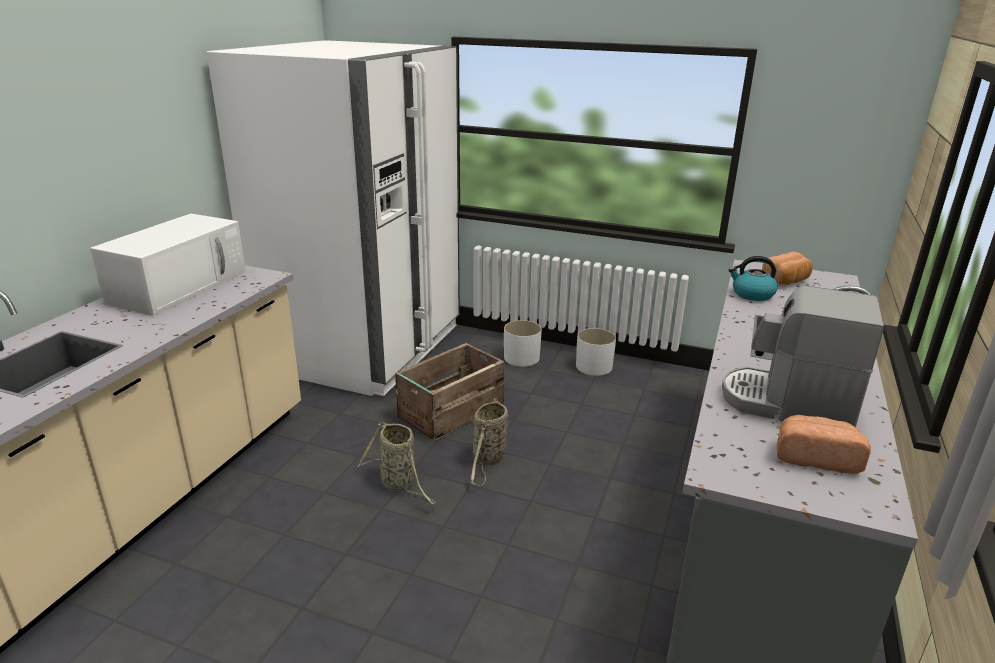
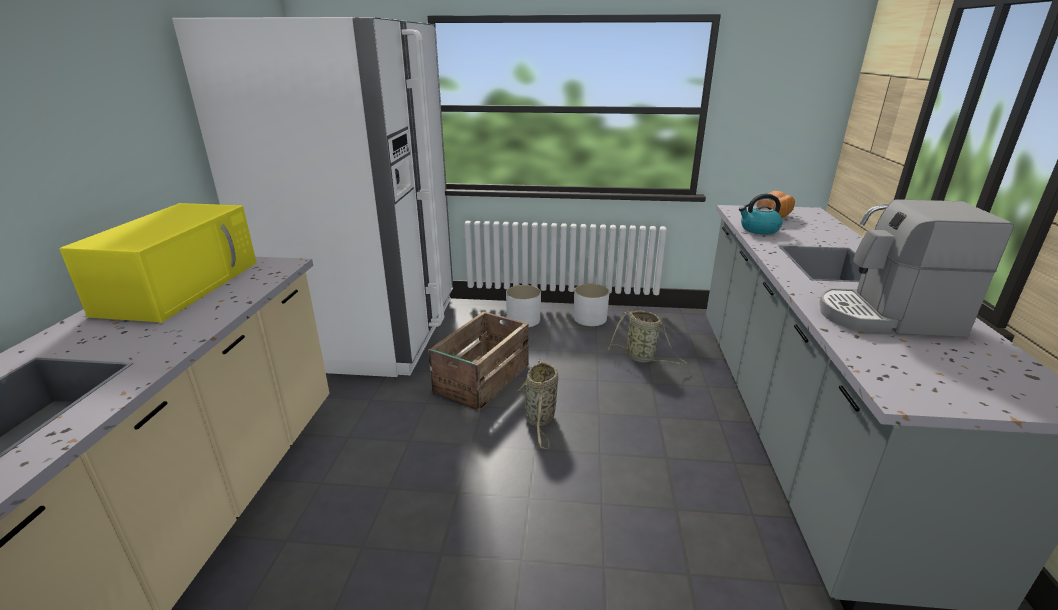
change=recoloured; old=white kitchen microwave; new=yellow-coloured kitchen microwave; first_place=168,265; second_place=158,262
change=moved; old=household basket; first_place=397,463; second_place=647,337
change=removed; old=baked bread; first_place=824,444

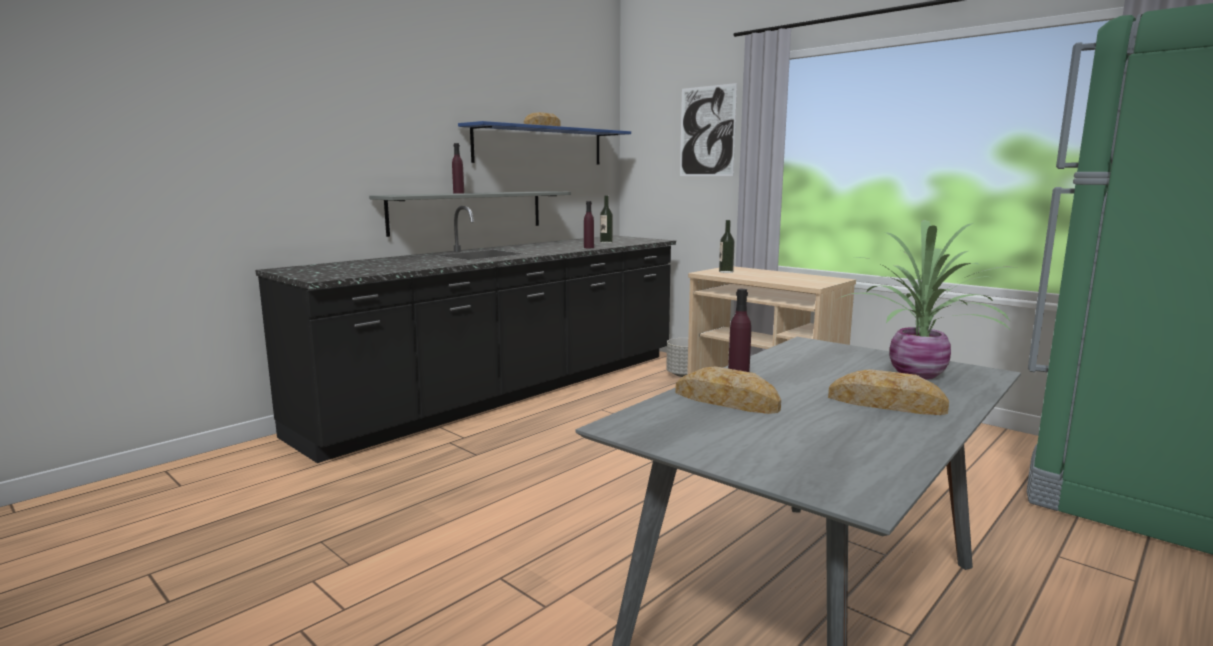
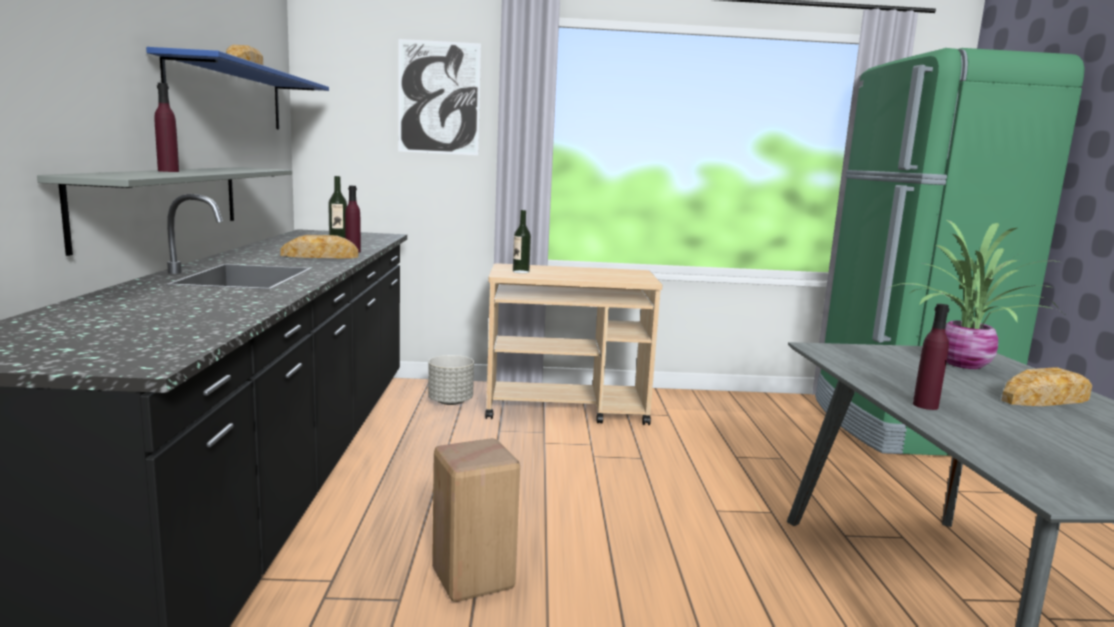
change=moved; old=baked bread; first_place=728,390; second_place=319,246
change=added; new=sand-coloured stool; second_place=476,520

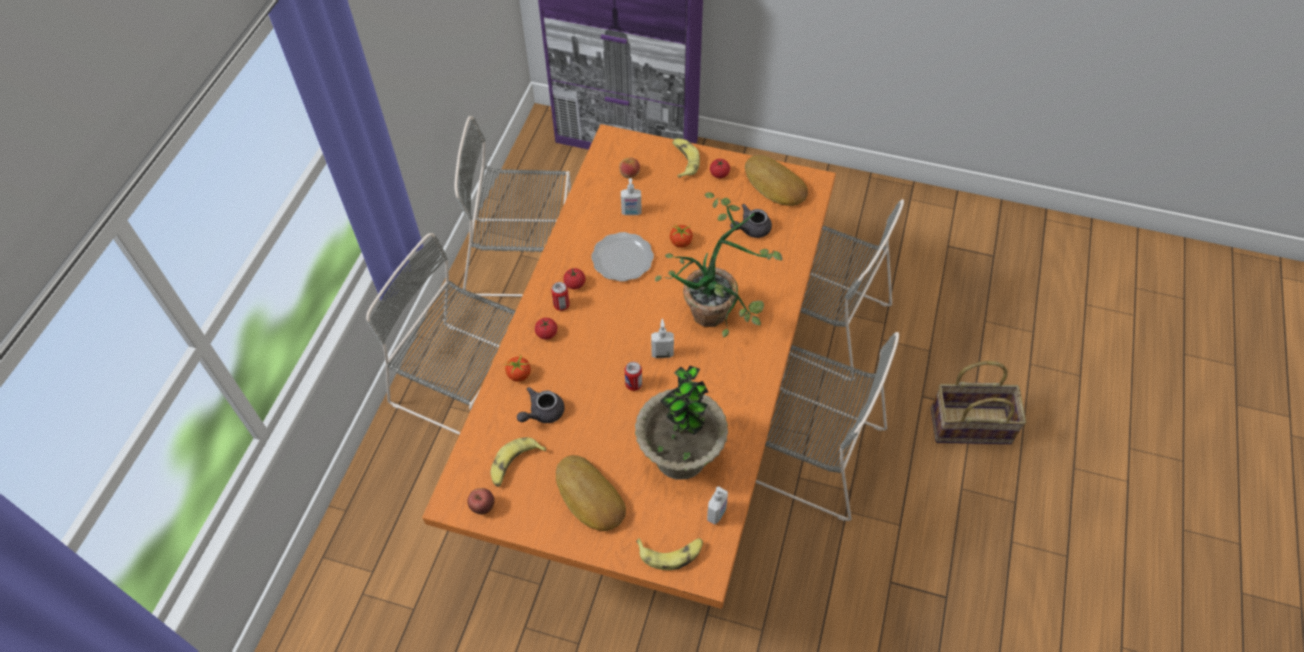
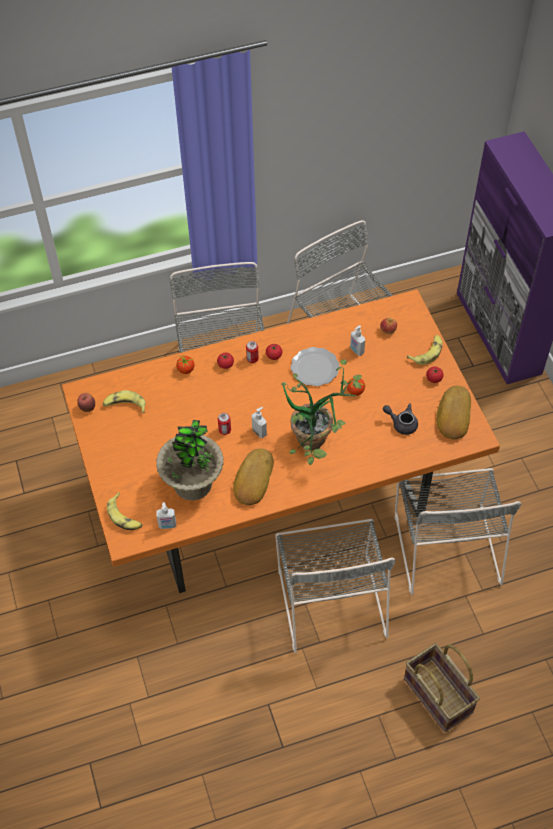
change=moved; old=baked bread; first_place=591,493; second_place=253,477
change=removed; old=grey pot for tea; first_place=541,405

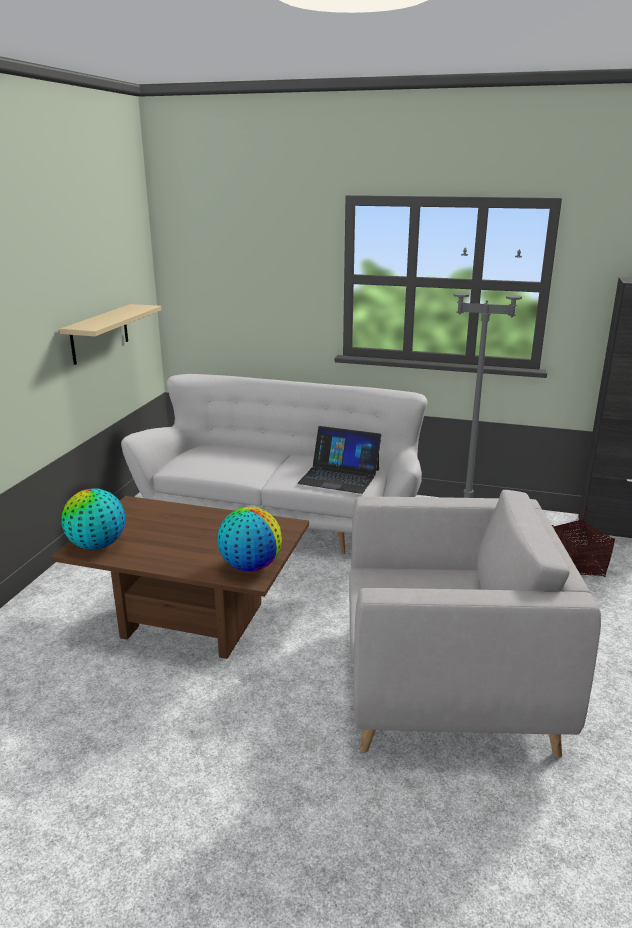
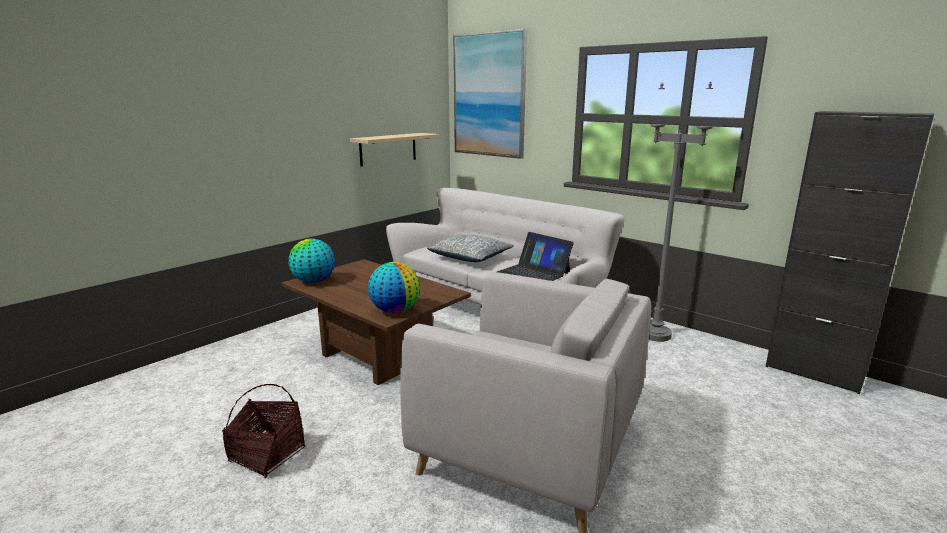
change=moved; old=household basket; first_place=583,541; second_place=263,431
change=added; new=throw pillow; second_place=470,248
change=added; new=wall picture; second_place=490,93

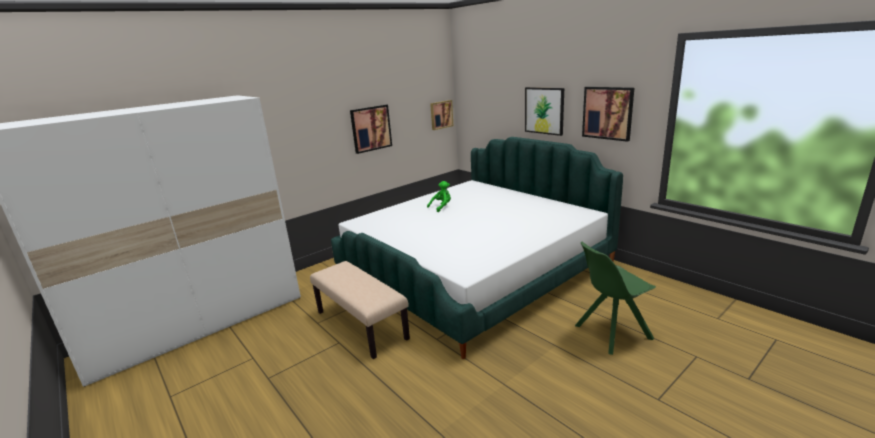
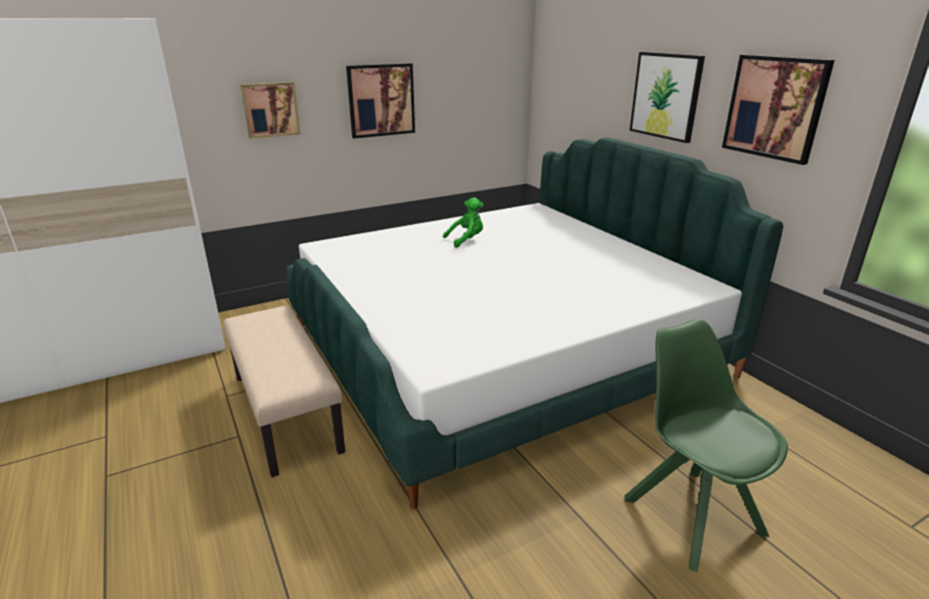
change=moved; old=wall picture; first_place=441,115; second_place=270,110
change=turned; old=green upright chair; first_place=615,298; second_place=706,445; degrees=75

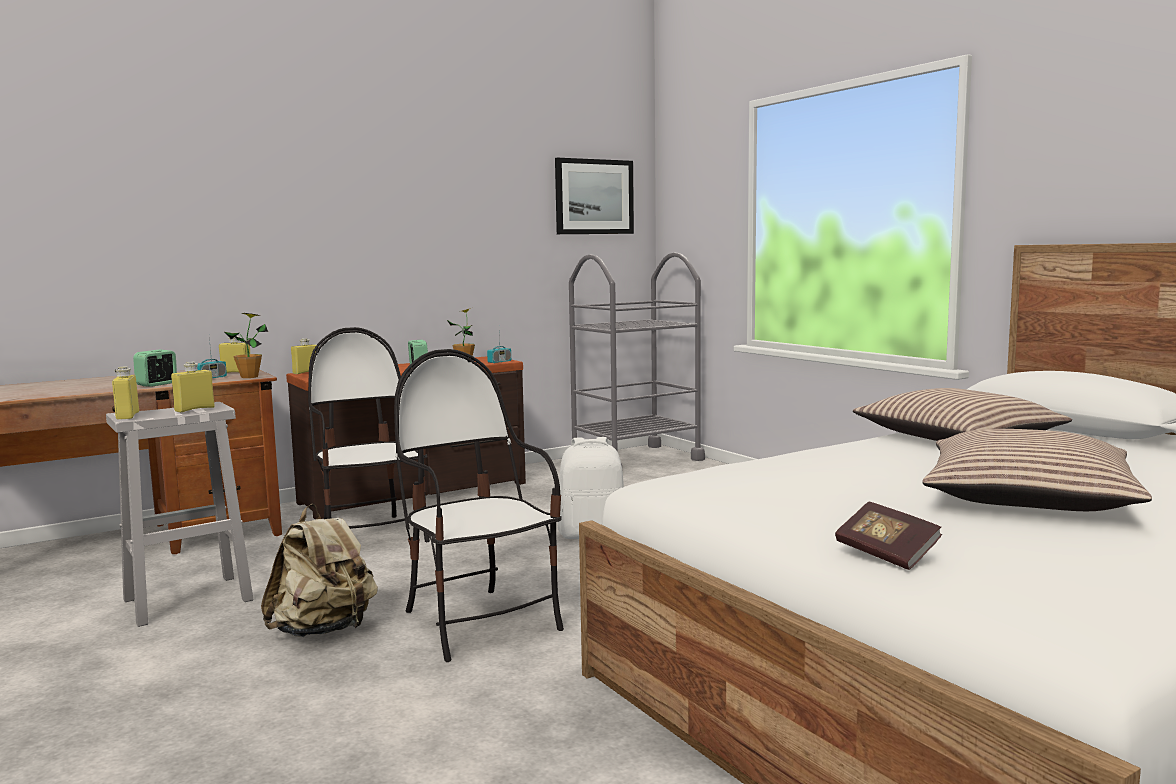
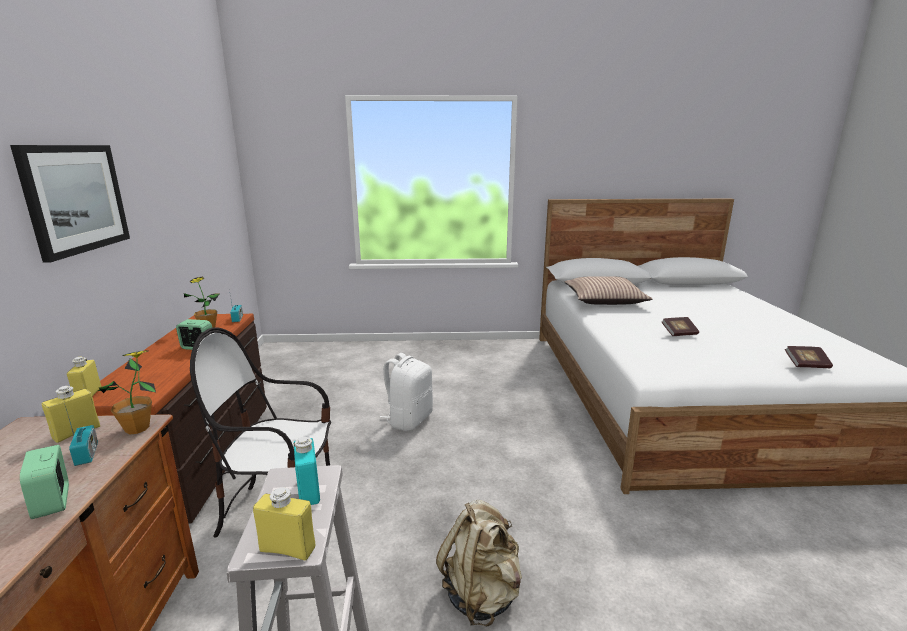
change=moved; old=wall picture; first_place=594,196; second_place=70,204
change=recoloured; old=yellow-coloured drink bottle; new=turquoise-coloured drink bottle; first_place=193,387; second_place=307,471
change=added; new=book; second_place=680,326
change=removed; old=upright chair; first_place=479,505
change=removed; old=grey trolley; first_place=637,358
change=removed; old=throw pillow; first_place=1037,470

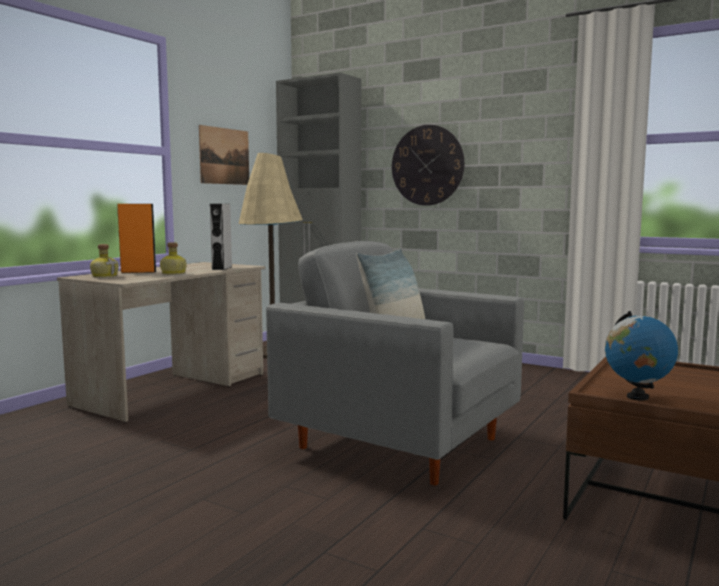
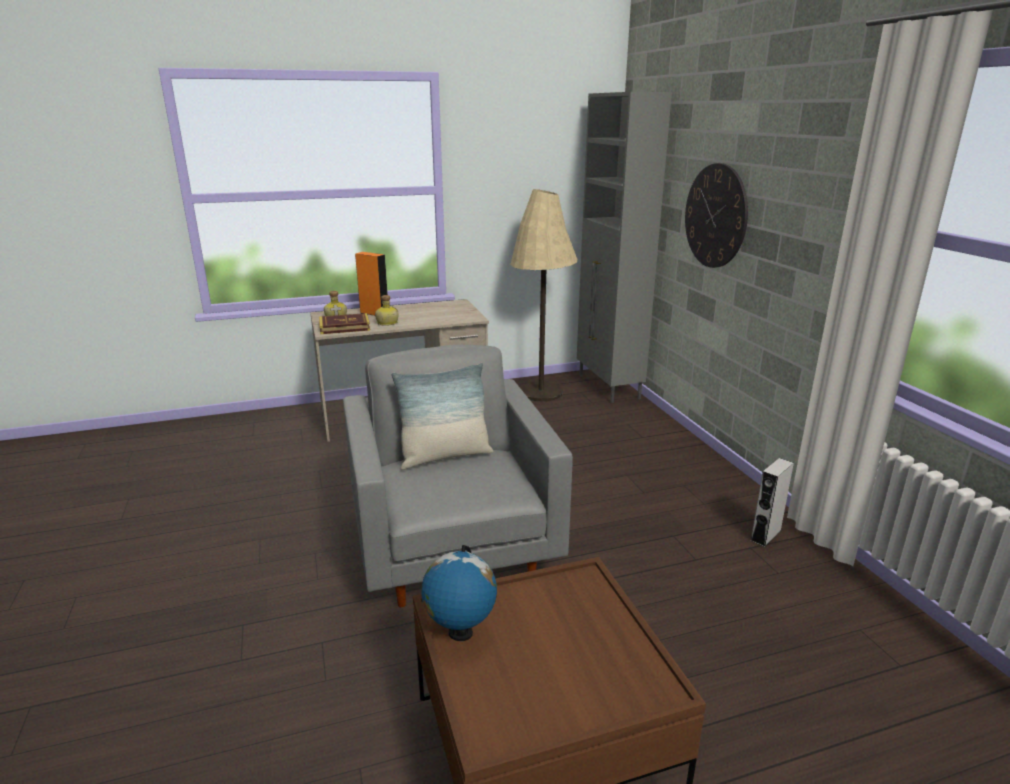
change=added; new=book; second_place=344,323
change=moved; old=grey speaker; first_place=221,237; second_place=772,502
change=removed; old=wall picture; first_place=224,155

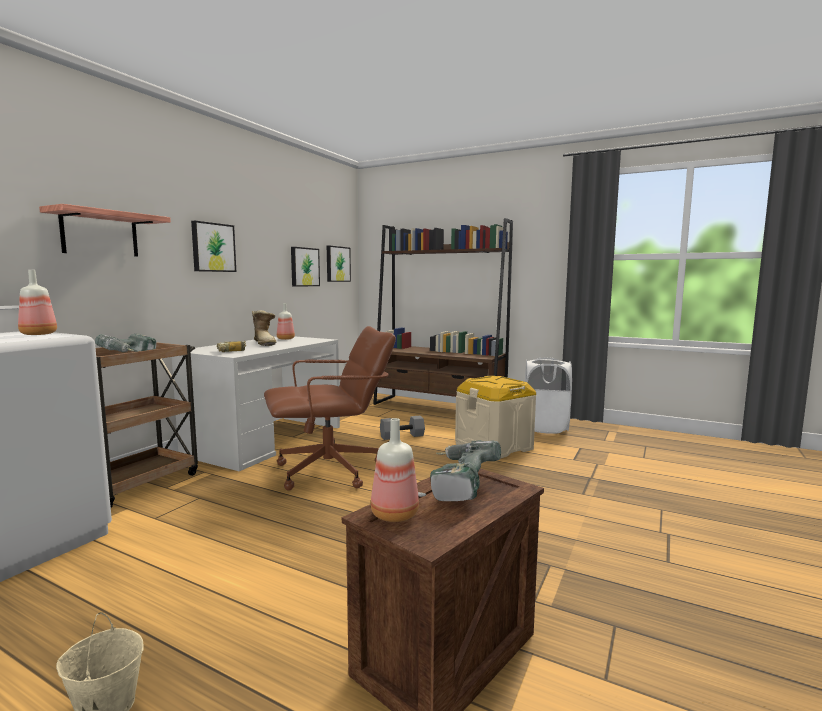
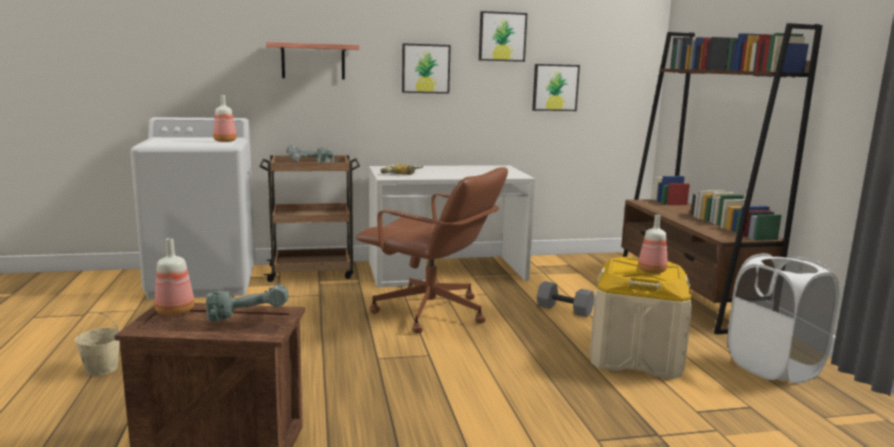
change=moved; old=wall picture; first_place=339,264; second_place=503,36
change=moved; old=drink bottle; first_place=286,321; second_place=652,244
change=removed; old=boot; first_place=264,328

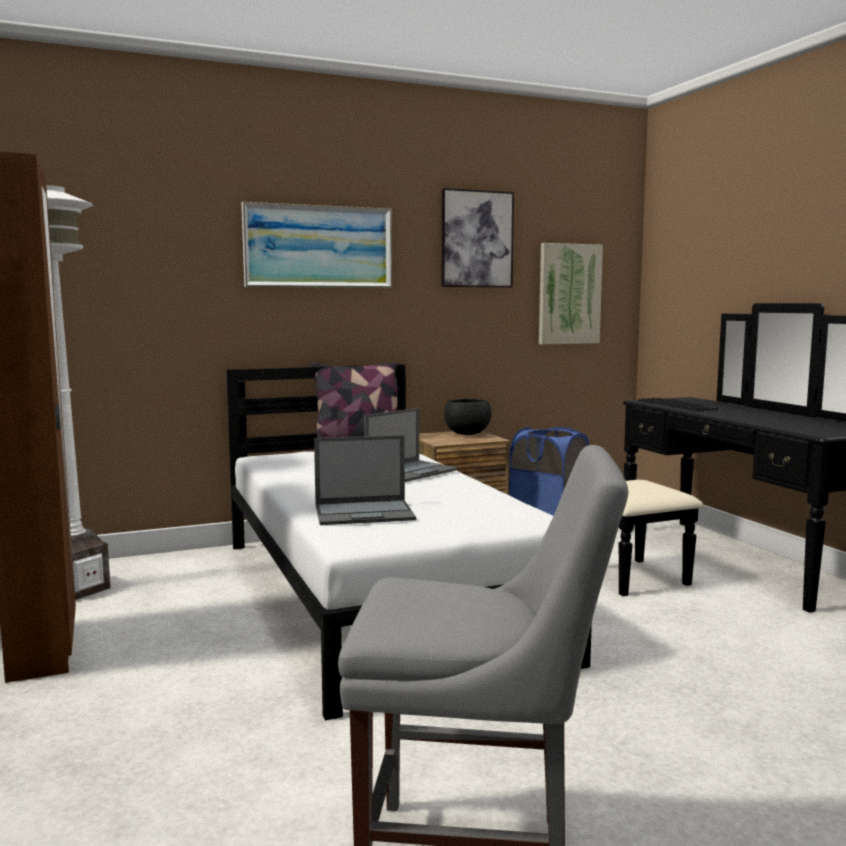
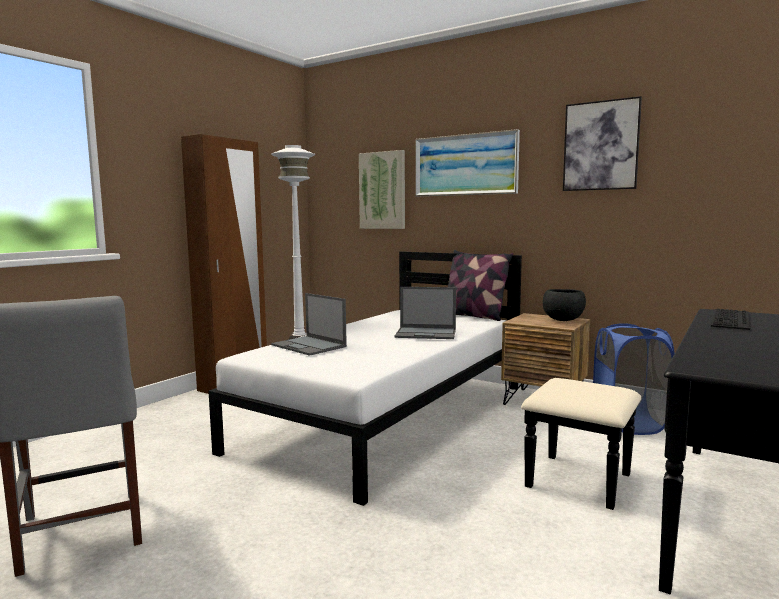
change=moved; old=wall picture; first_place=571,293; second_place=382,189

